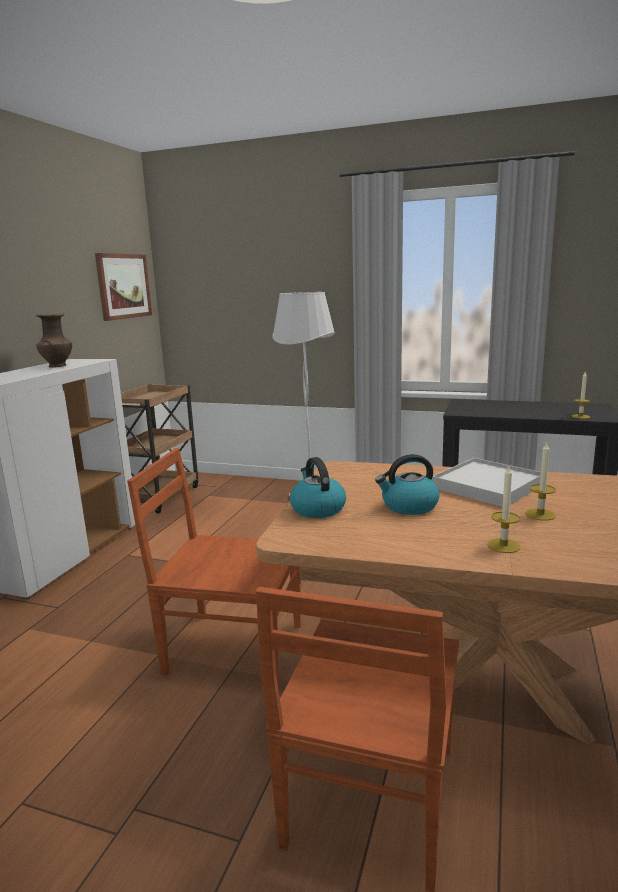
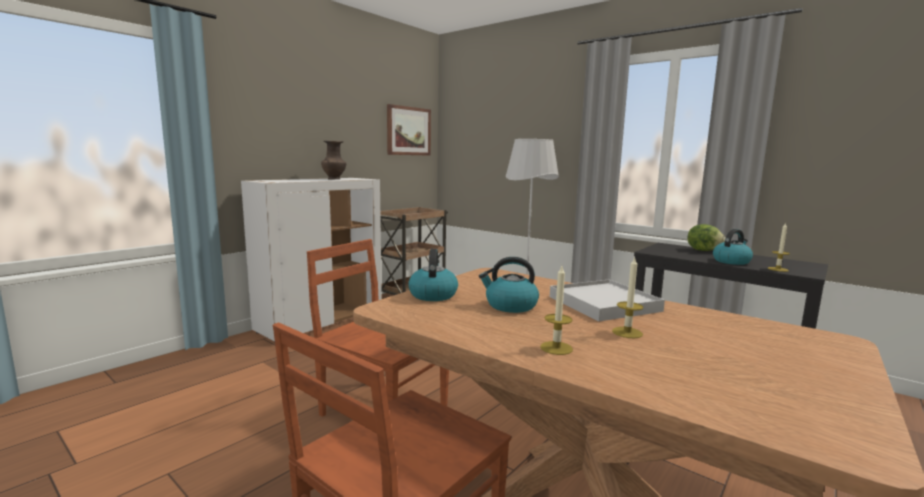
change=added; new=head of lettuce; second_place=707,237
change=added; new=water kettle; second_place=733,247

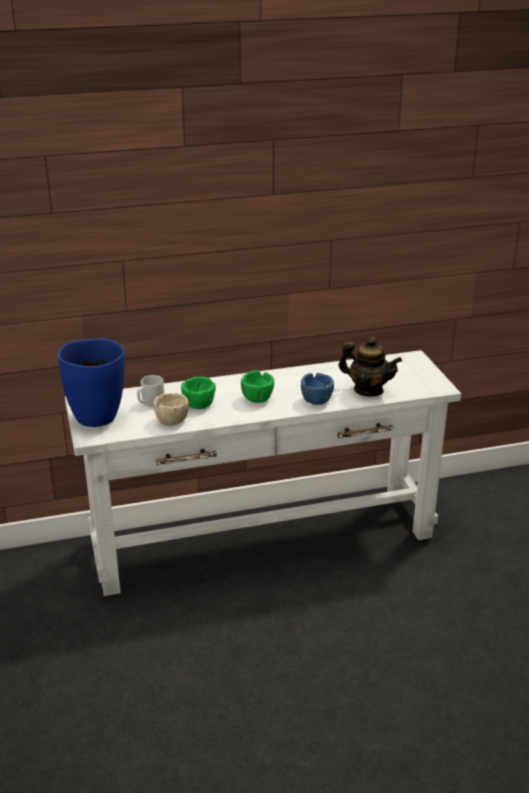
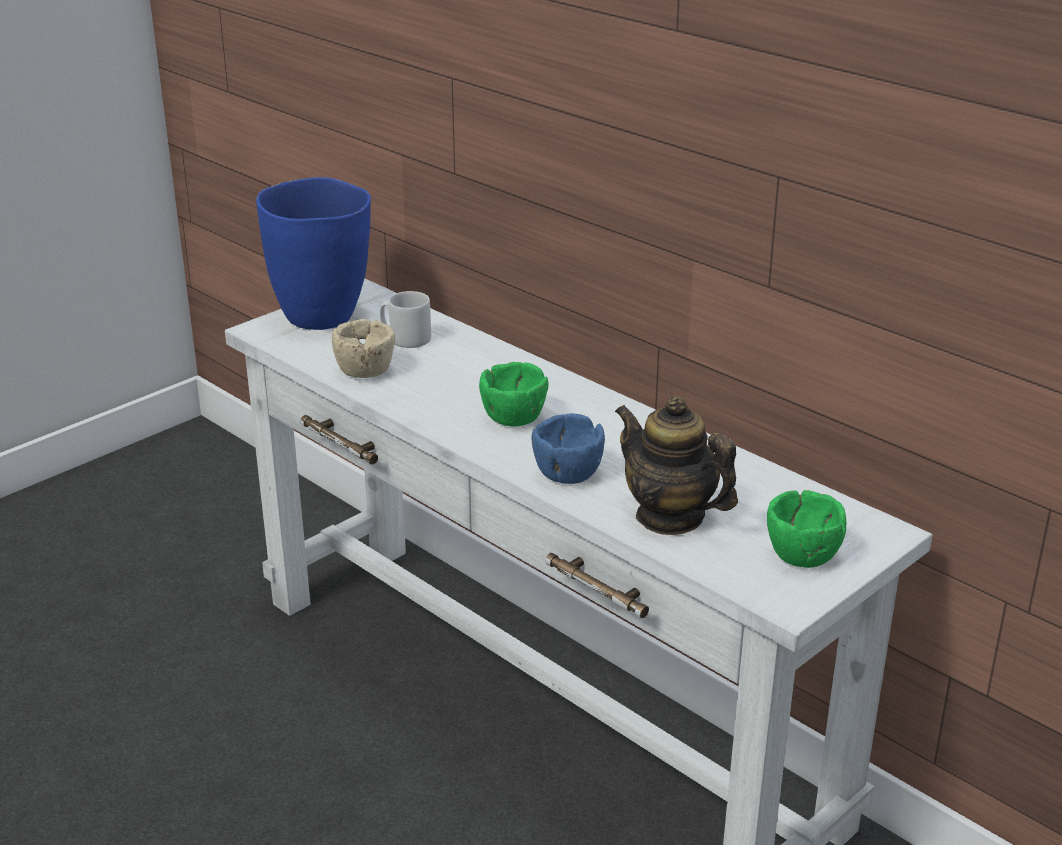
change=turned; old=pot for tea; first_place=370,367; second_place=676,465; degrees=135
change=moved; old=green deep dish; first_place=198,393; second_place=807,529

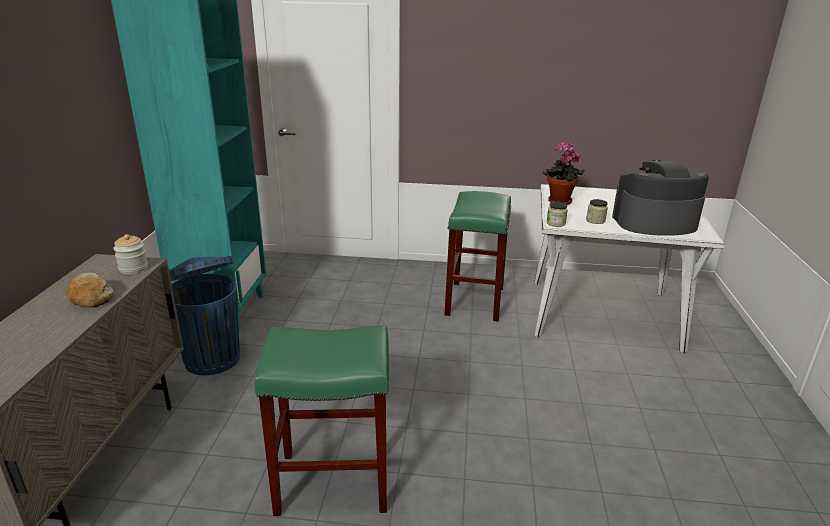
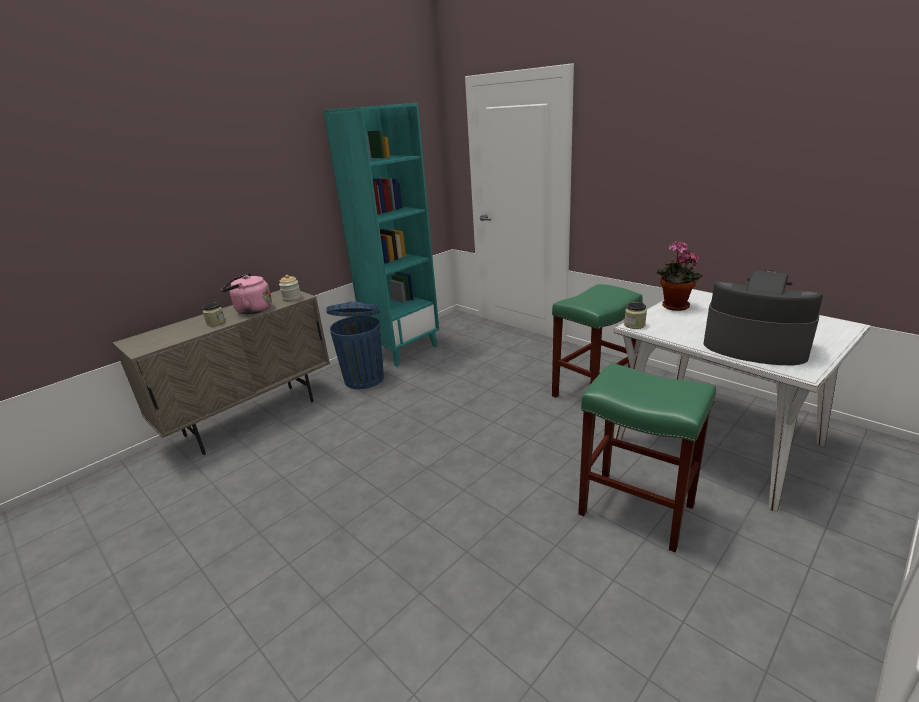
change=moved; old=preserve jar; first_place=597,211; second_place=213,314
change=replaced; old=baked bread; new=pink water kettle; first_place=90,290; second_place=246,293
change=moved; old=green stool; first_place=321,421; second_place=647,457

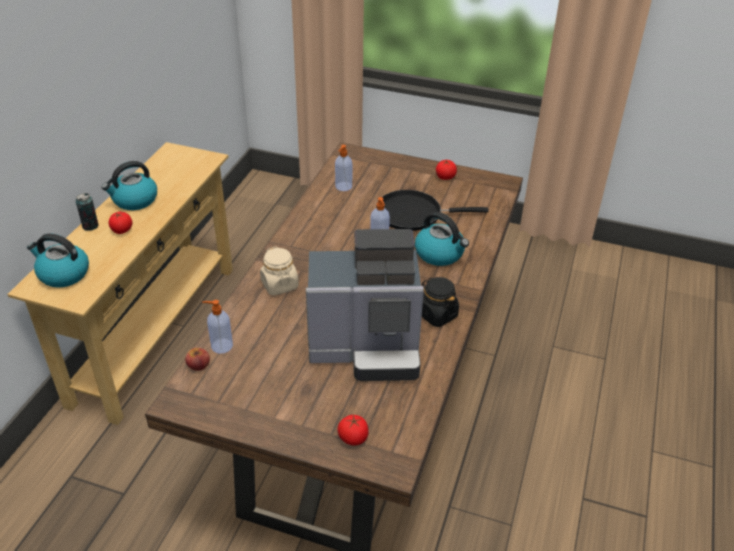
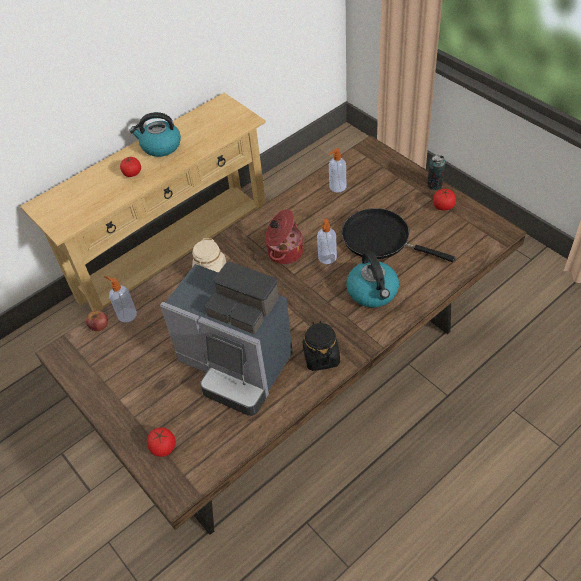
change=added; new=stockpot; second_place=285,236
change=moved; old=can; first_place=87,212; second_place=436,172
change=removed; old=water kettle; first_place=58,260

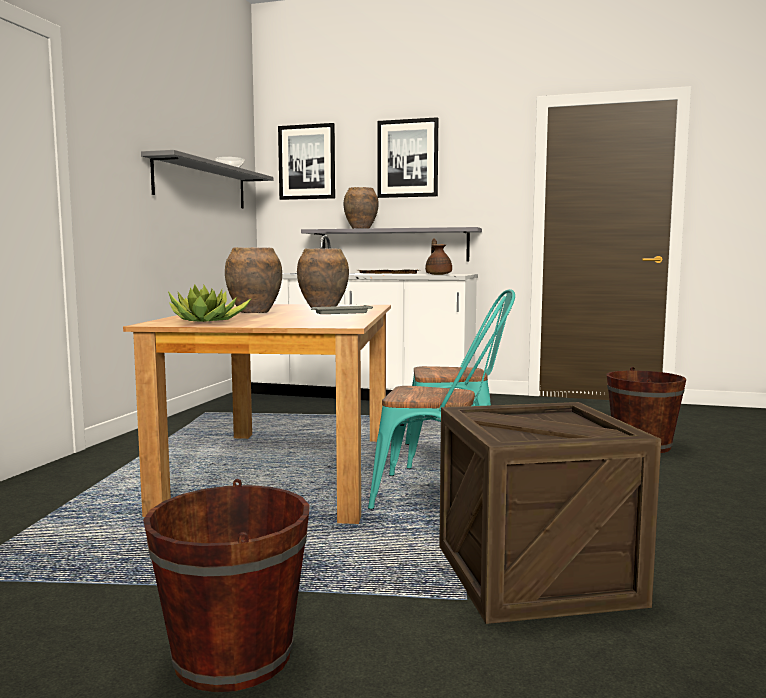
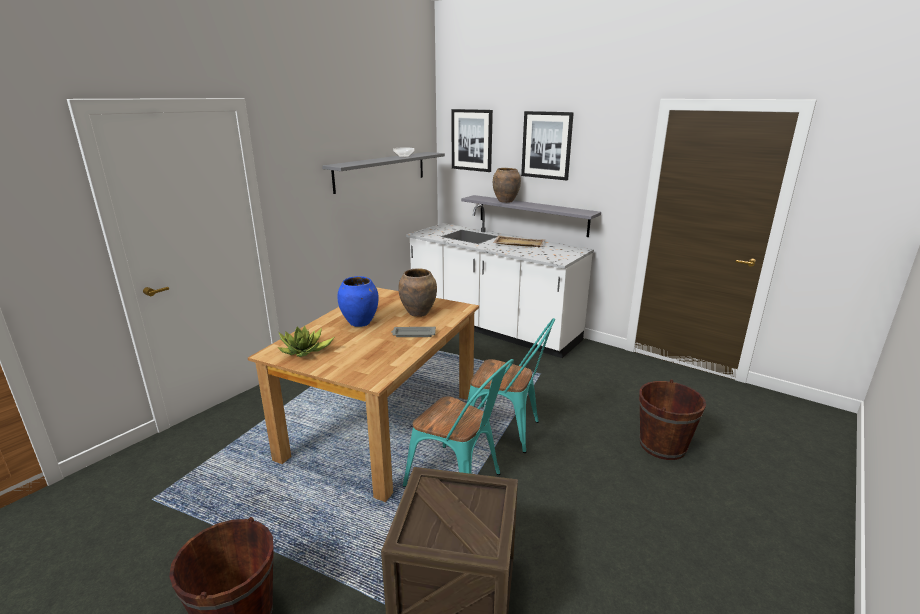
change=recoloured; old=brownish decorative vase; new=blue decorative vase; first_place=253,280; second_place=358,301
change=removed; old=brownish pot for tea; first_place=438,256

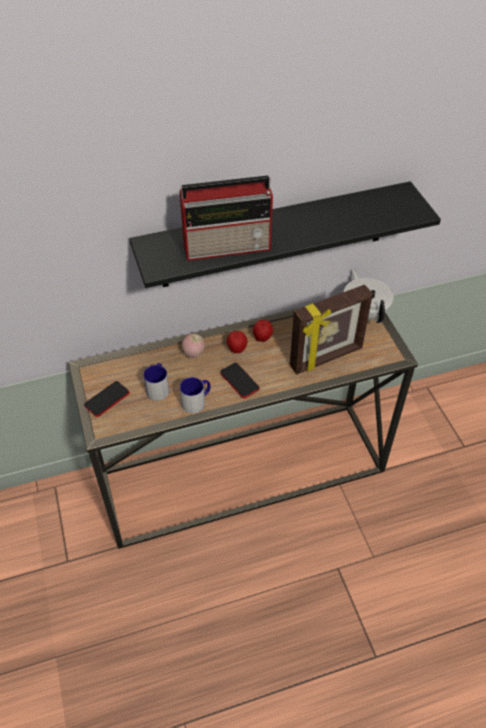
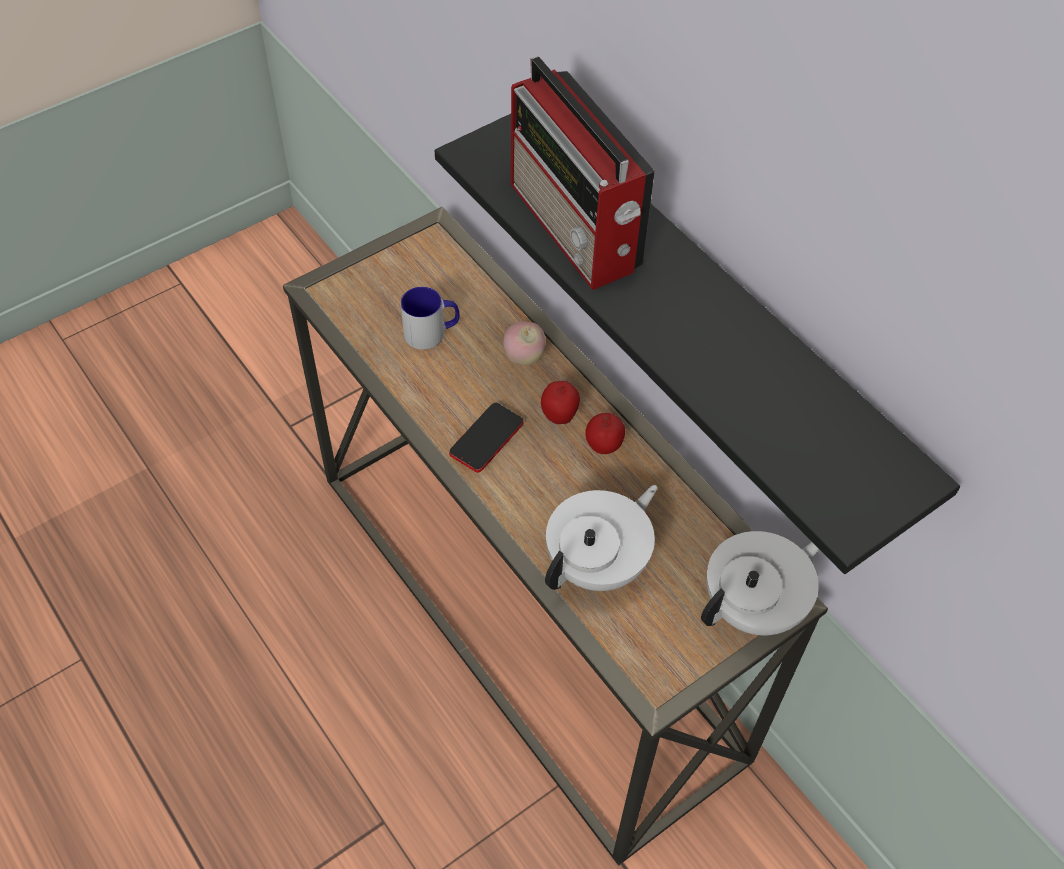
change=replaced; old=standing frame; new=white pot for tea; first_place=331,329; second_place=601,538
change=removed; old=phone; first_place=107,399
change=removed; old=tea mug; first_place=195,395

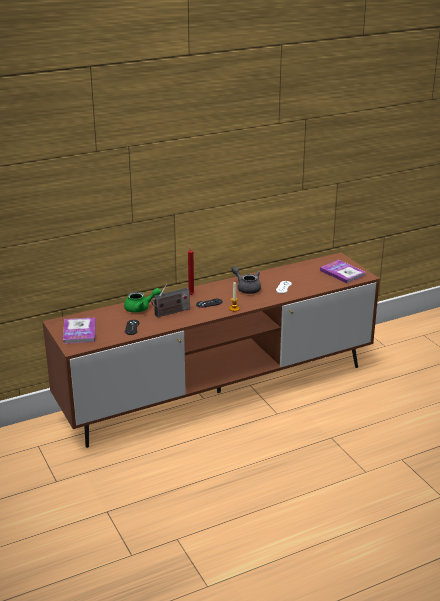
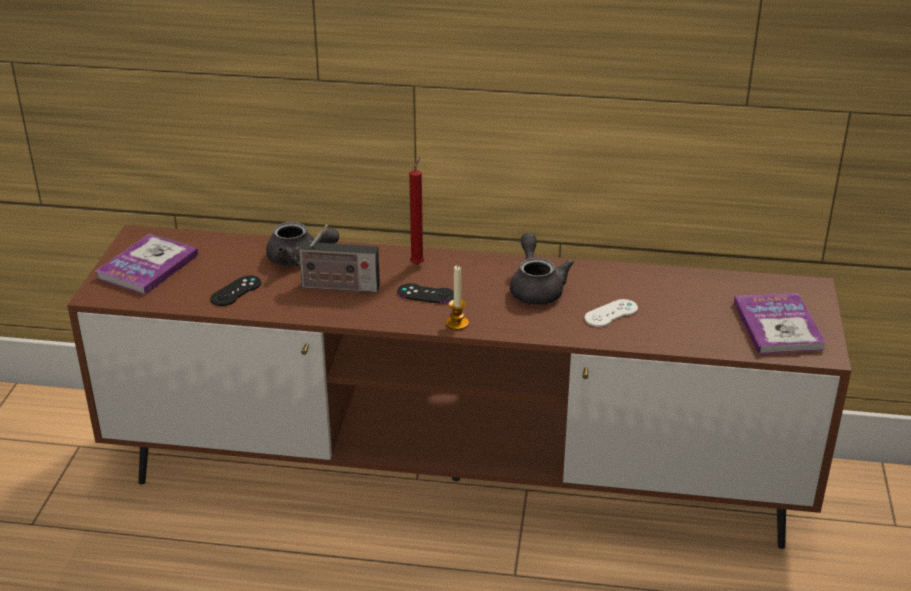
change=recoloured; old=green pot for tea; new=grey pot for tea; first_place=142,300; second_place=302,244

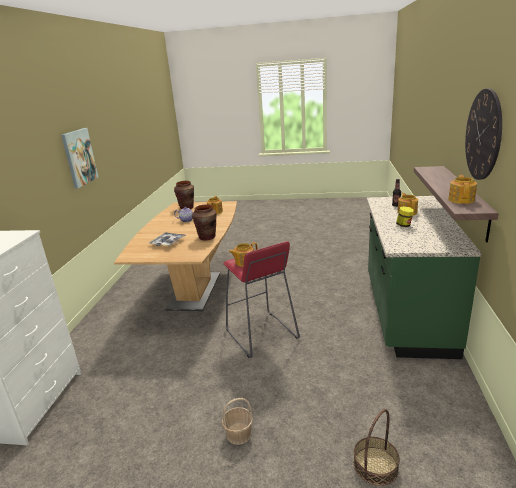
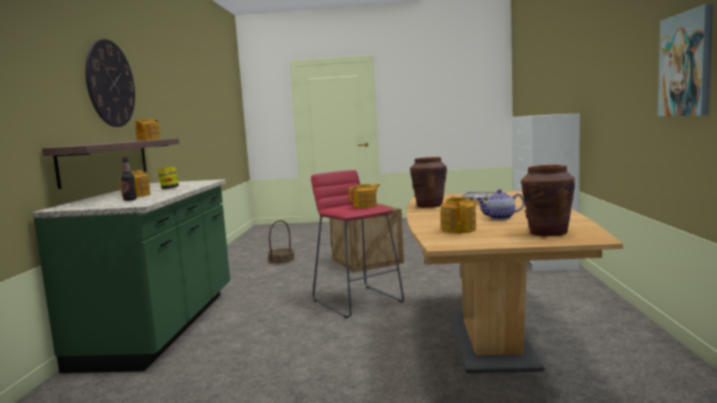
change=replaced; old=household basket; new=shipping crate; first_place=237,421; second_place=366,238

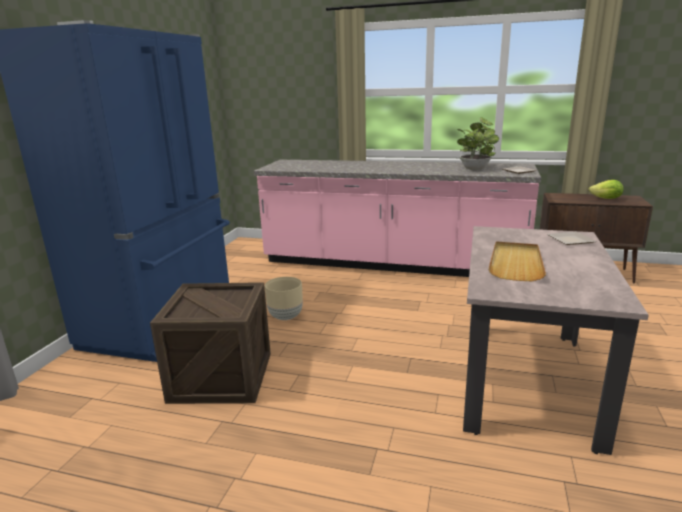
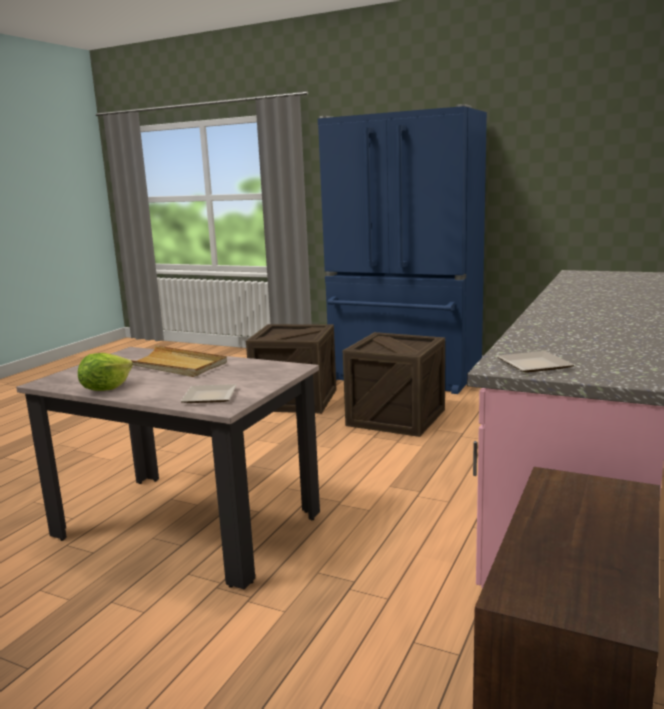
change=moved; old=head of lettuce; first_place=606,189; second_place=105,372
change=replaced; old=sand-coloured planter; new=shipping crate; first_place=284,298; second_place=394,384
change=removed; old=potted plant; first_place=478,143

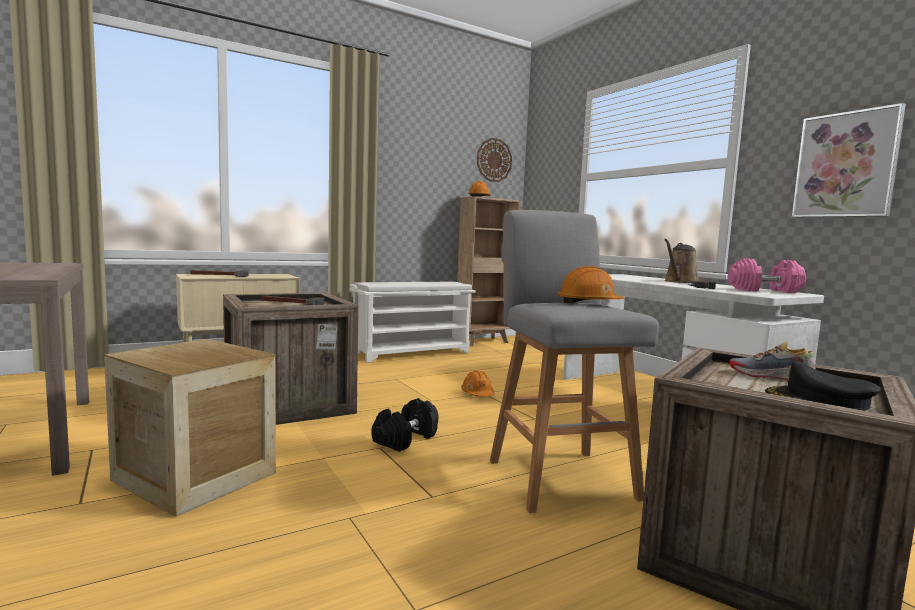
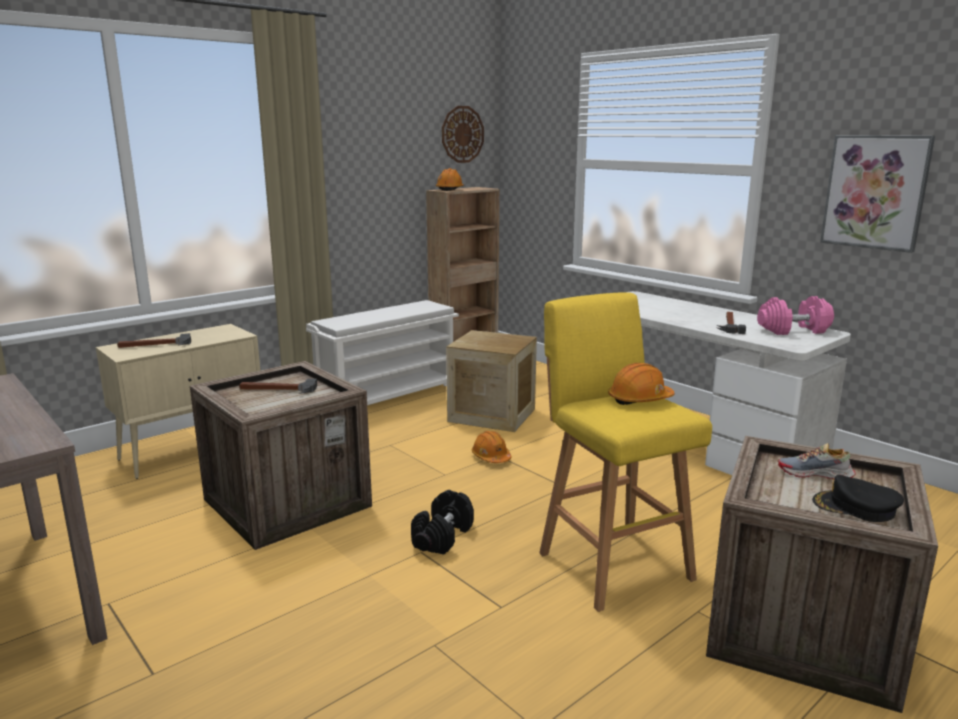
change=moved; old=shipping crate; first_place=190,428; second_place=491,381
change=recoloured; old=grey stool; new=yellow-coloured stool; first_place=574,361; second_place=625,452
change=removed; old=brownish sprinkling can; first_place=681,261

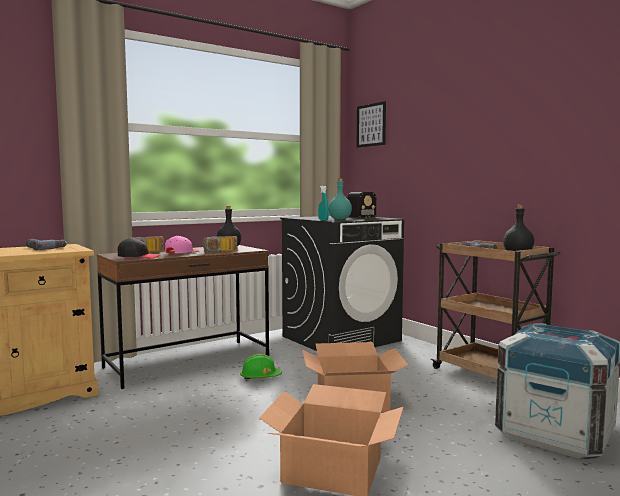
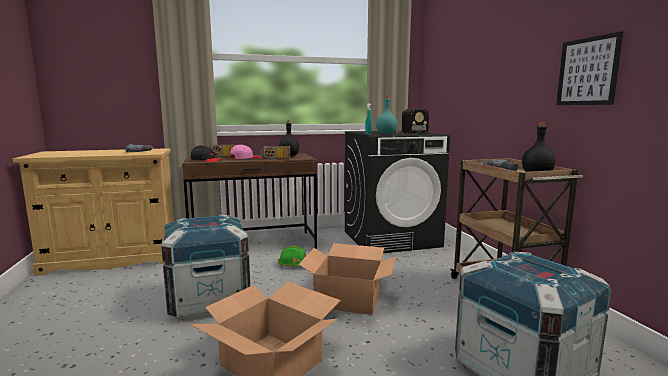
change=added; new=shipping crate; second_place=206,267
change=moved; old=wall picture; first_place=371,124; second_place=590,68

